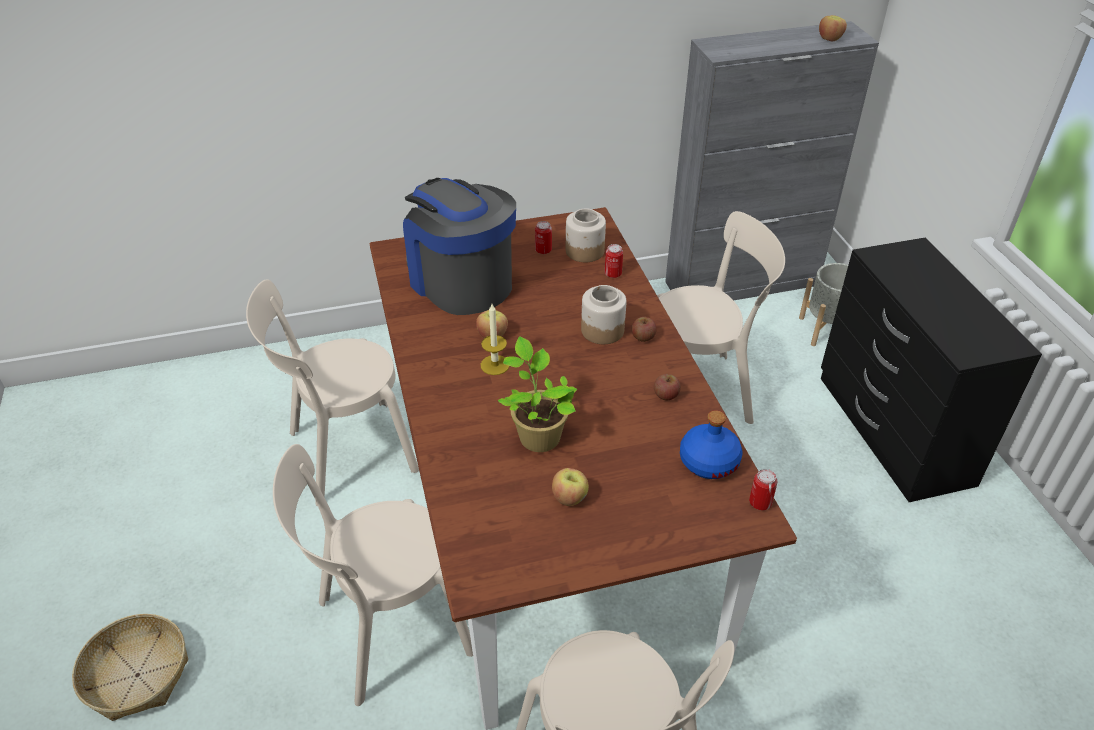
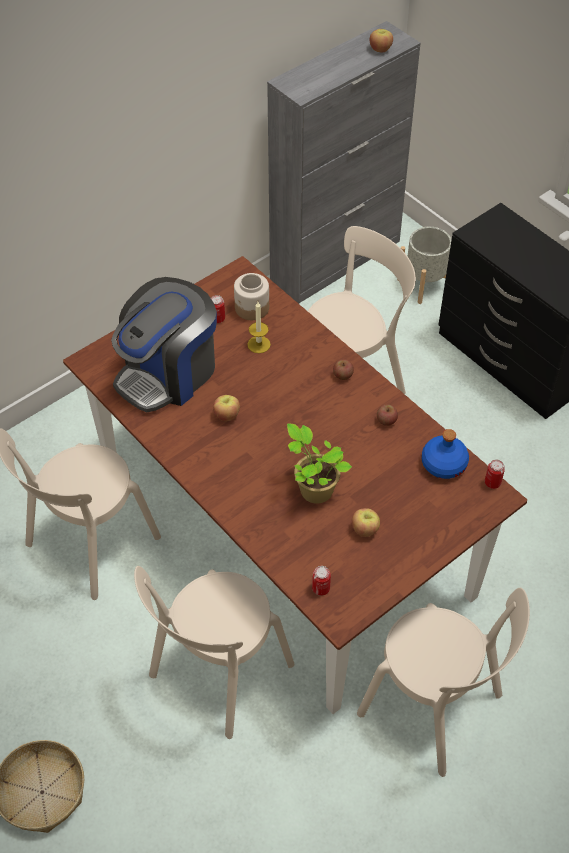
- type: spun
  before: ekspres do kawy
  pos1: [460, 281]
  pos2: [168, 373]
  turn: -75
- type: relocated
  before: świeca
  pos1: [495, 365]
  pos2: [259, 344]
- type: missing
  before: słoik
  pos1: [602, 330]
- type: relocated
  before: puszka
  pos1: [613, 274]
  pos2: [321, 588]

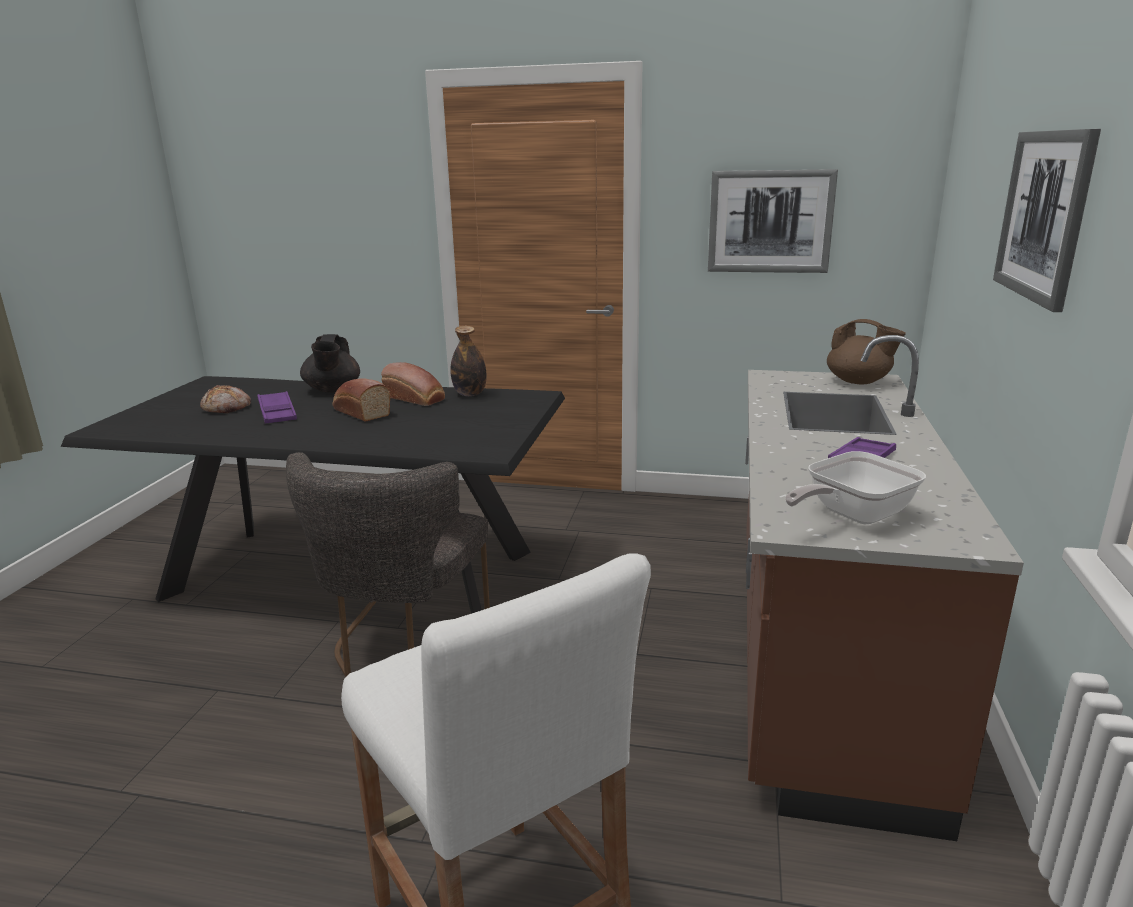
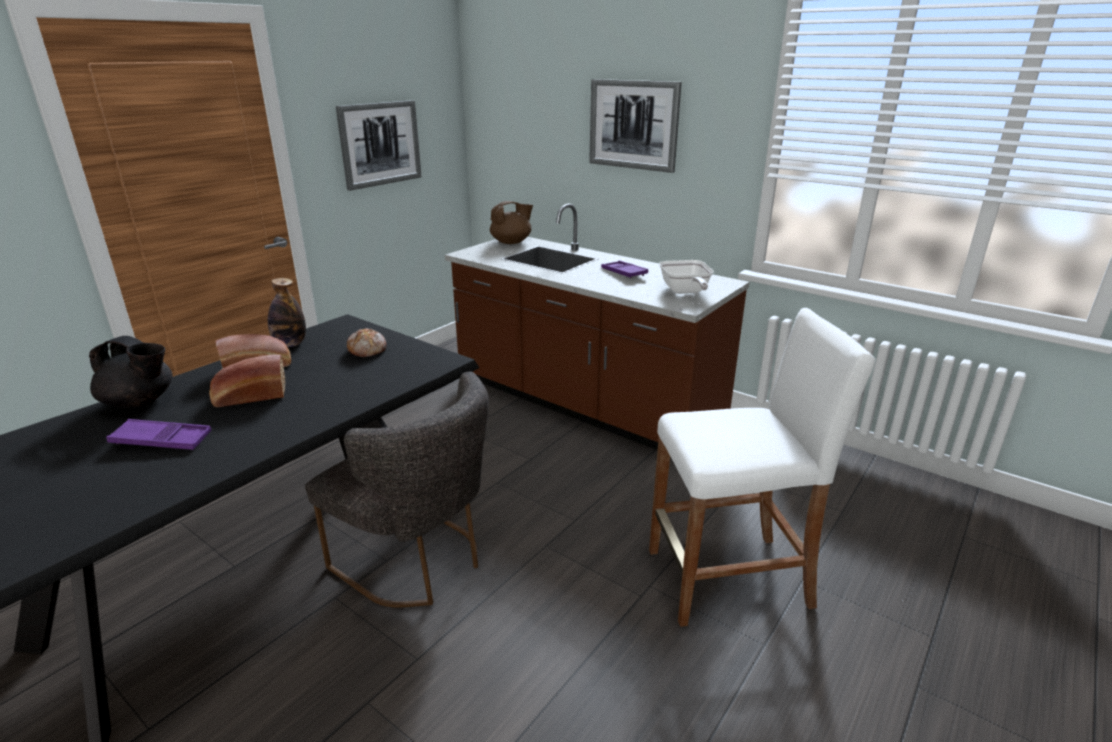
- type: relocated
  before: chleb
  pos1: [227, 408]
  pos2: [368, 350]

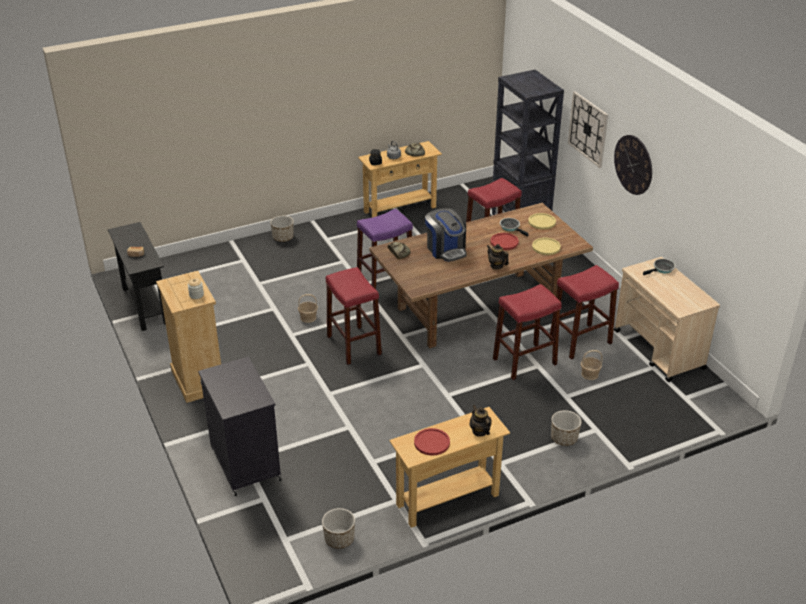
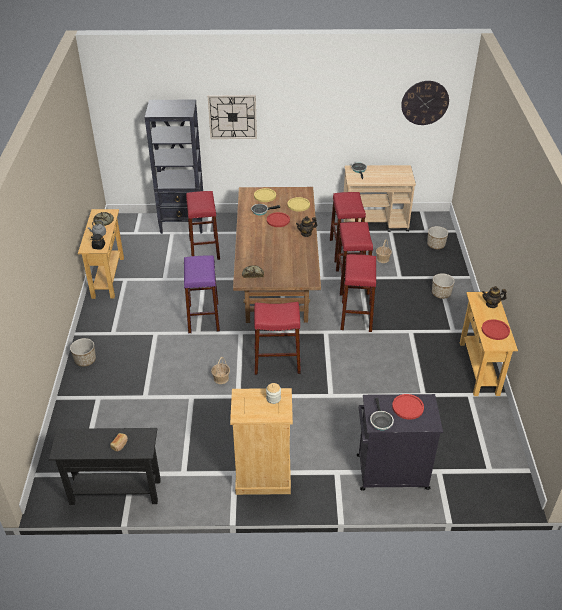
- type: relocated
  before: donica
  pos1: [339, 539]
  pos2: [436, 245]
- type: missing
  before: ekspres do kawy
  pos1: [446, 249]
- type: relocated
  before: zegar ścienny
  pos1: [633, 164]
  pos2: [425, 103]
- type: appeared
  after: stołek (czerwony)
  pos2: [356, 316]
- type: appeared
  after: patelnia
  pos2: [380, 421]
- type: appeared
  after: talerz (czerwony)
  pos2: [407, 407]

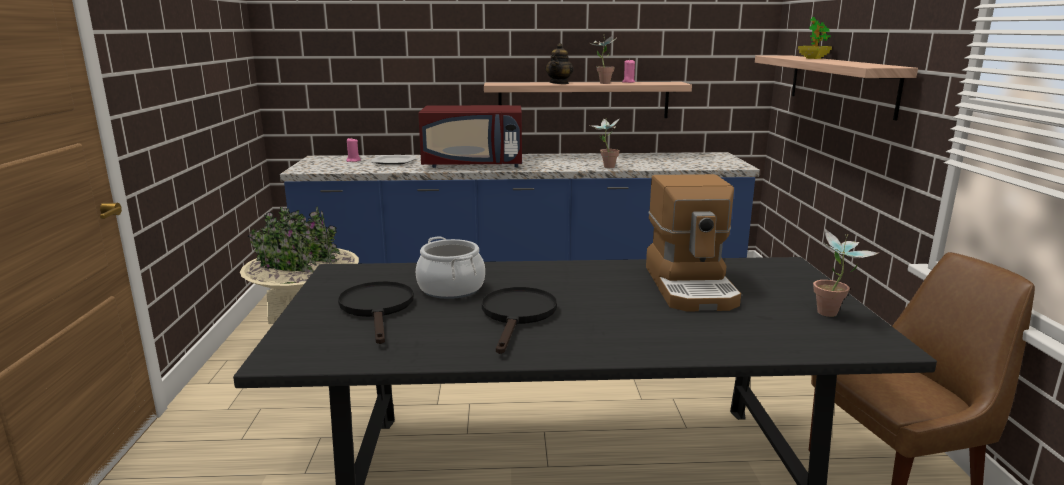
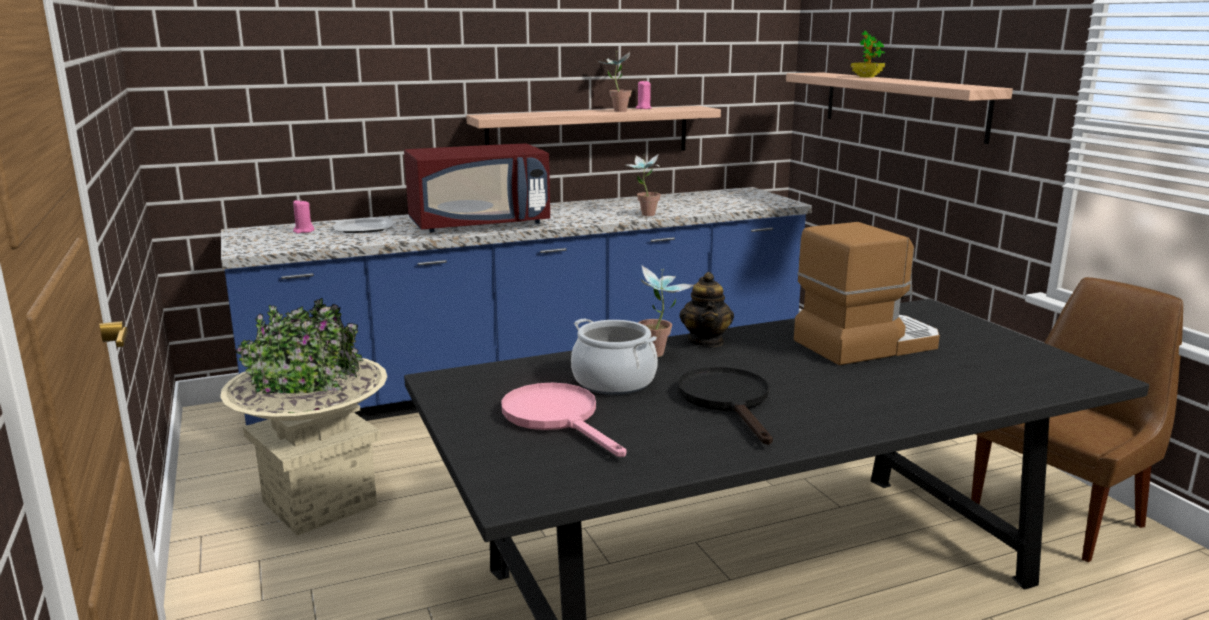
- type: colour
  before: patelnia (czarny)
  after: patelnia (różowy)
  pos1: [378, 308]
  pos2: [557, 418]
- type: relocated
  before: imbryk
  pos1: [559, 83]
  pos2: [706, 341]
- type: spun
  before: ekspres do kawy
  pos1: [691, 286]
  pos2: [865, 343]
  turn: -90
- type: relocated
  before: roślina doniczkowa
  pos1: [833, 315]
  pos2: [659, 355]

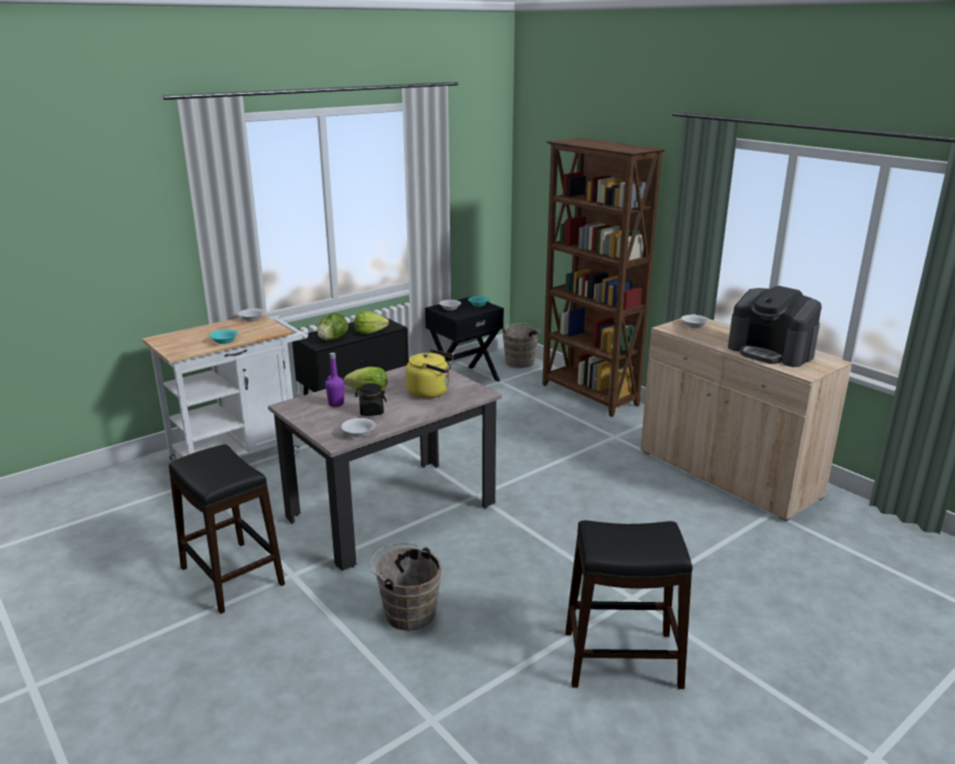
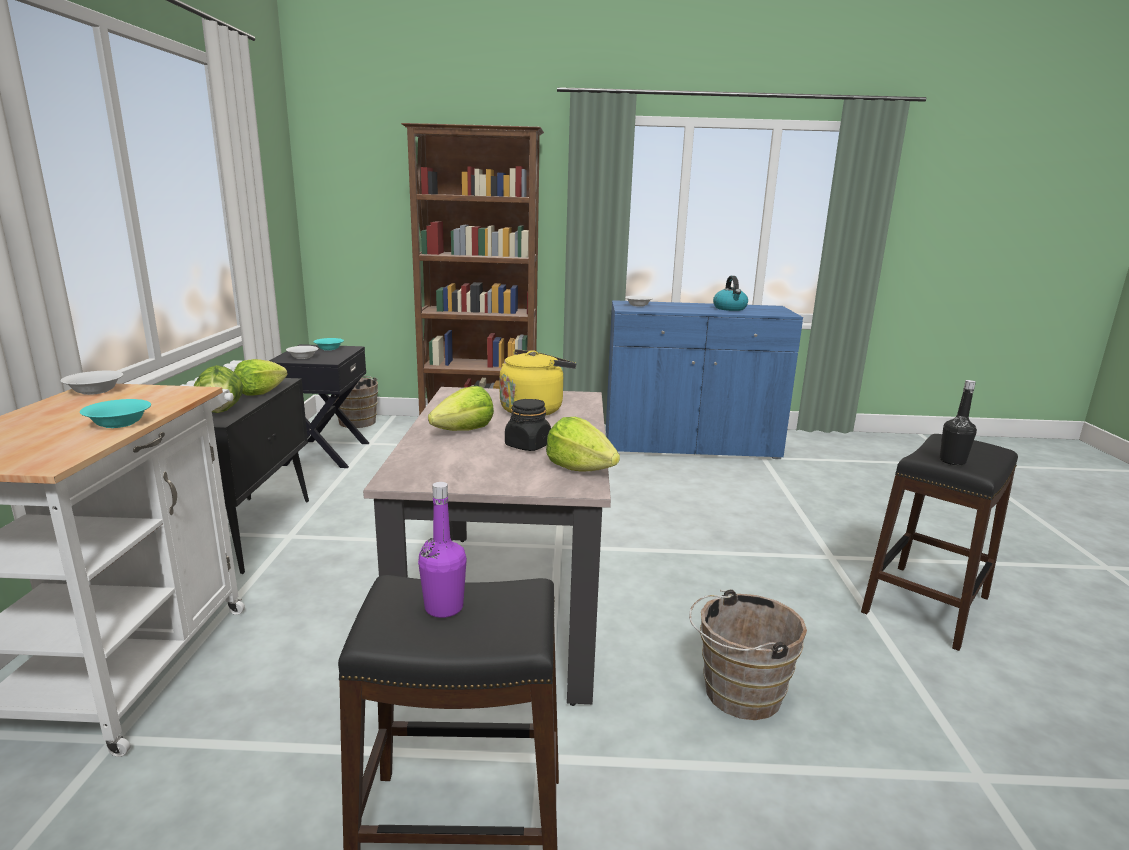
- type: relocated
  before: butelka (fioletowy)
  pos1: [336, 403]
  pos2: [444, 608]
- type: exchanged
  before: miska (biały)
  after: sałata
  pos1: [359, 433]
  pos2: [580, 468]
- type: colour
  before: szafka (beżowy)
  after: szafka (niebieski)
  pos1: [727, 474]
  pos2: [690, 445]
- type: exchanged
  before: ekspres do kawy
  after: czajnik
  pos1: [771, 352]
  pos2: [730, 308]
- type: appeared
  after: butelka (czarny)
  pos2: [952, 461]

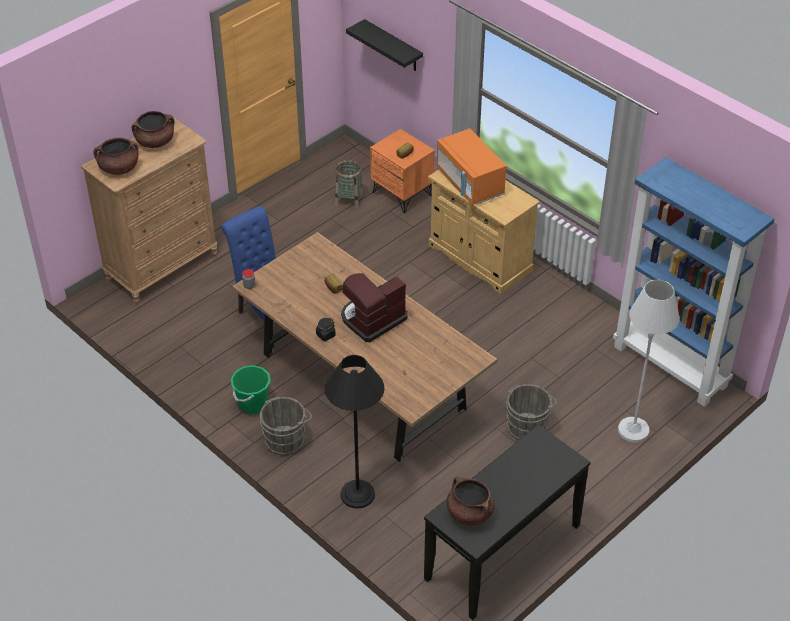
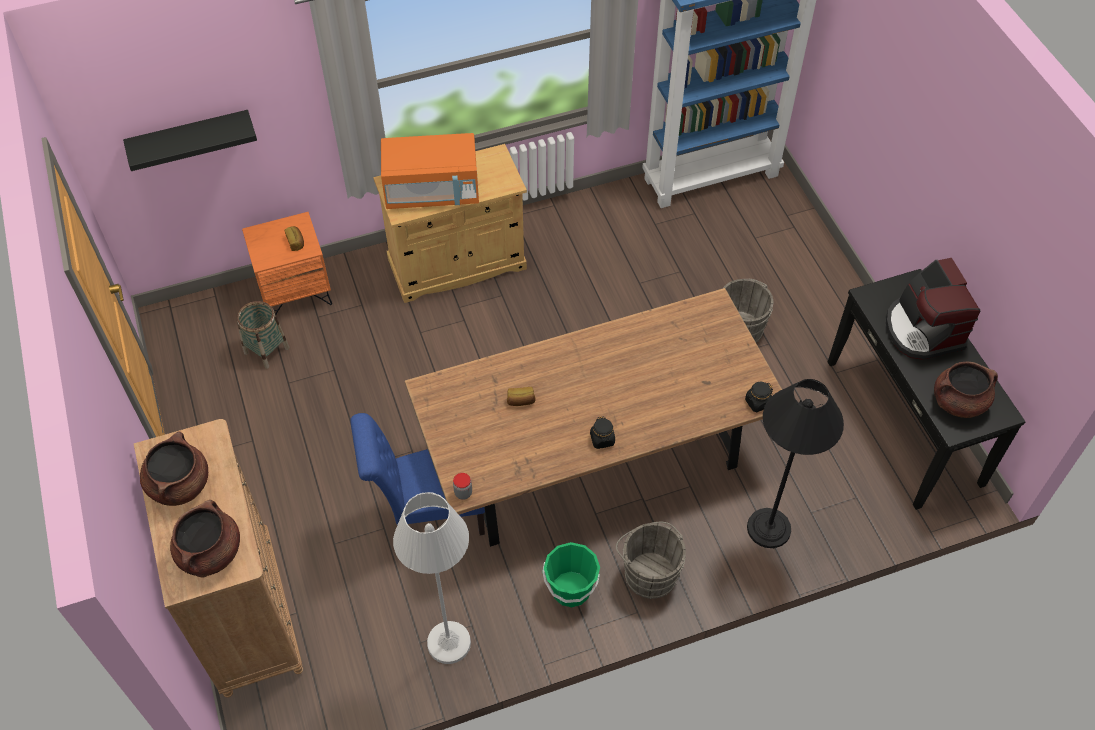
- type: relocated
  before: ekspres do kawy
  pos1: [372, 319]
  pos2: [923, 330]
- type: relocated
  before: lampa stojąca (biały)
  pos1: [633, 430]
  pos2: [449, 643]
- type: appeared
  after: słoik (czarny)
  pos2: [757, 402]

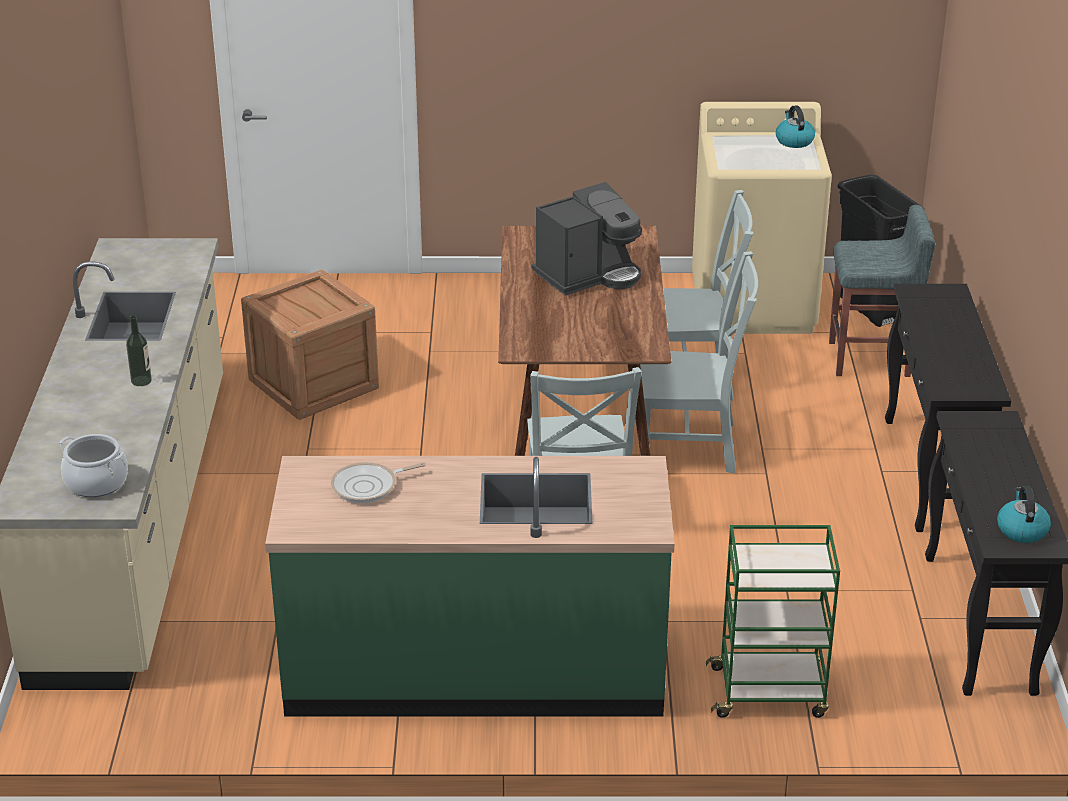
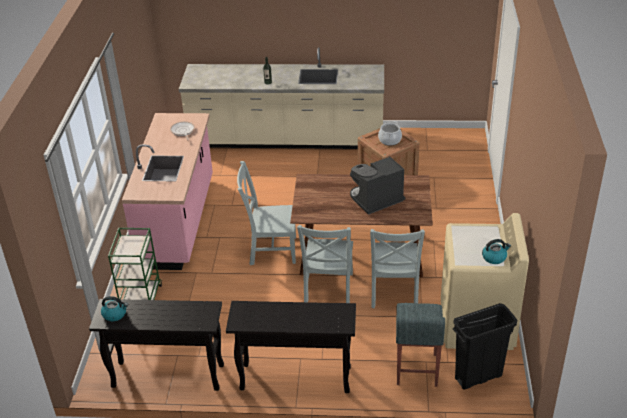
- type: relocated
  before: garnek
  pos1: [96, 482]
  pos2: [389, 140]
- type: colour
  before: zabudowa kuchenna (zielony)
  after: zabudowa kuchenna (różowy)
  pos1: [475, 669]
  pos2: [179, 221]
- type: spun
  before: ekspres do kawy
  pos1: [588, 275]
  pos2: [376, 200]
  turn: 90

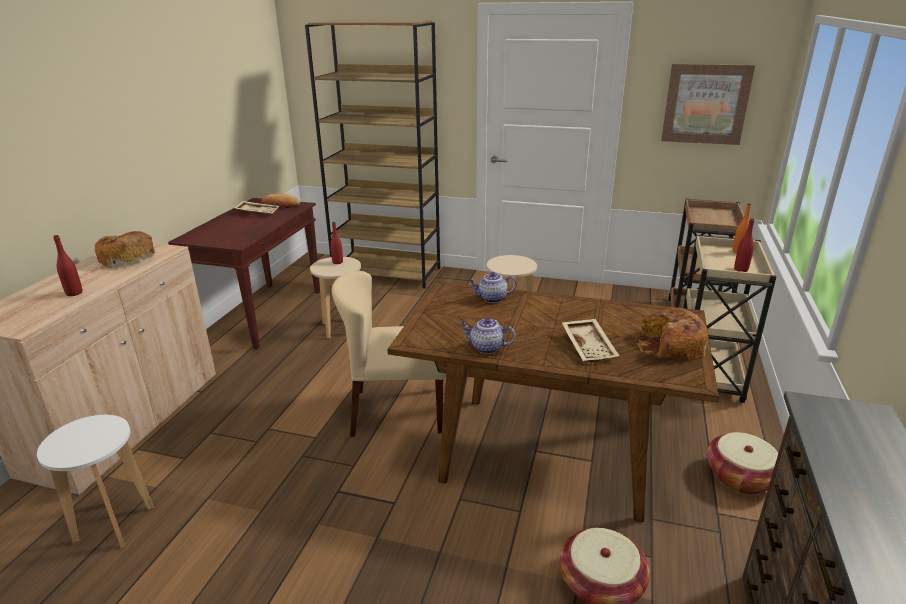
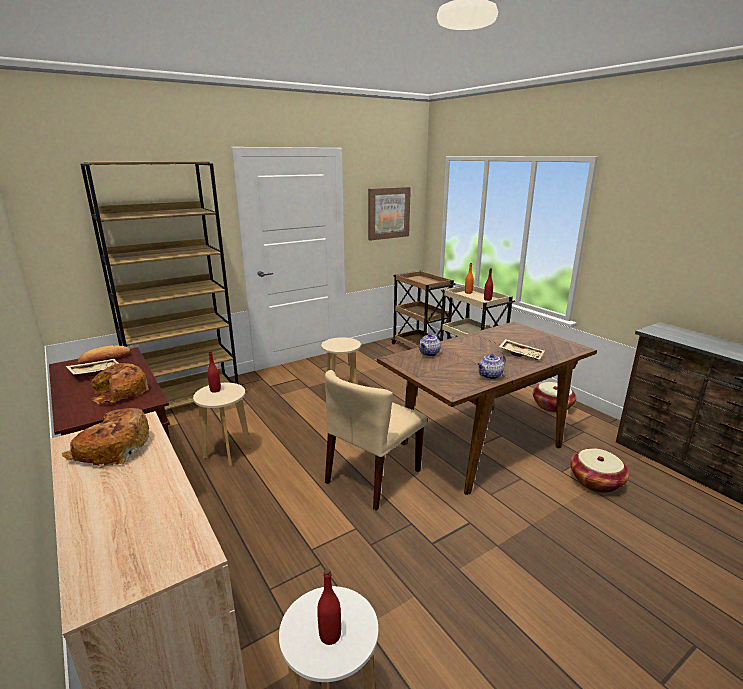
- type: relocated
  before: butelka (czerwony)
  pos1: [74, 293]
  pos2: [330, 635]
- type: relocated
  before: chleb
  pos1: [669, 346]
  pos2: [120, 393]

